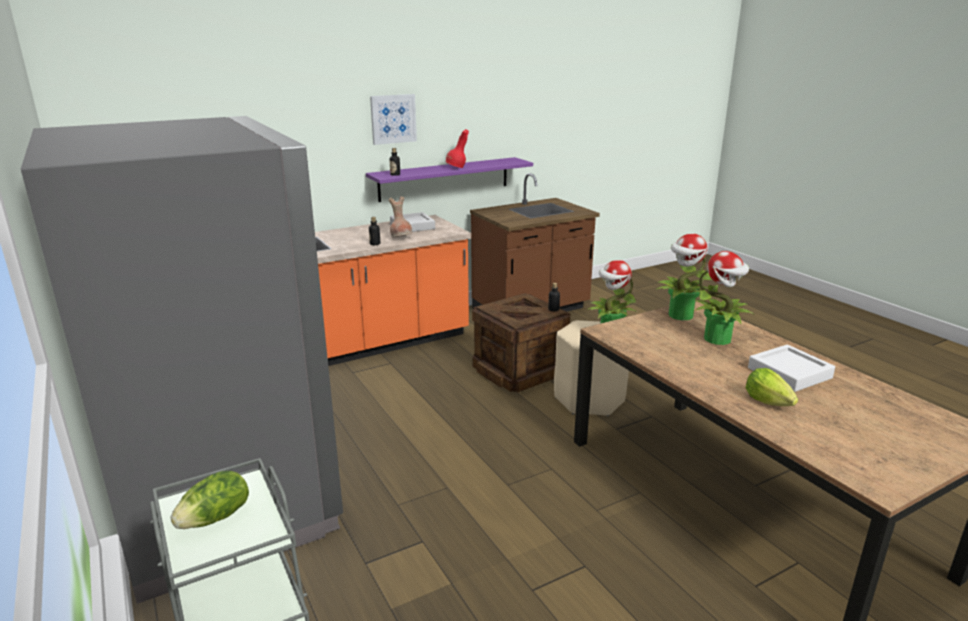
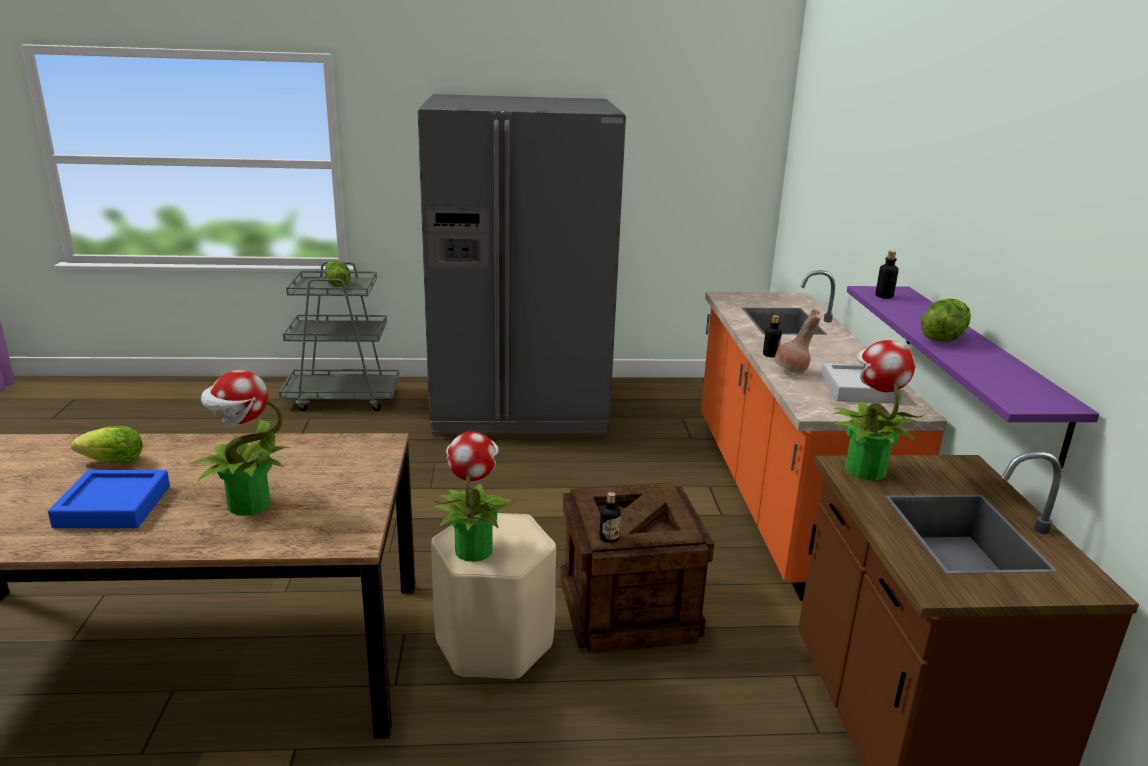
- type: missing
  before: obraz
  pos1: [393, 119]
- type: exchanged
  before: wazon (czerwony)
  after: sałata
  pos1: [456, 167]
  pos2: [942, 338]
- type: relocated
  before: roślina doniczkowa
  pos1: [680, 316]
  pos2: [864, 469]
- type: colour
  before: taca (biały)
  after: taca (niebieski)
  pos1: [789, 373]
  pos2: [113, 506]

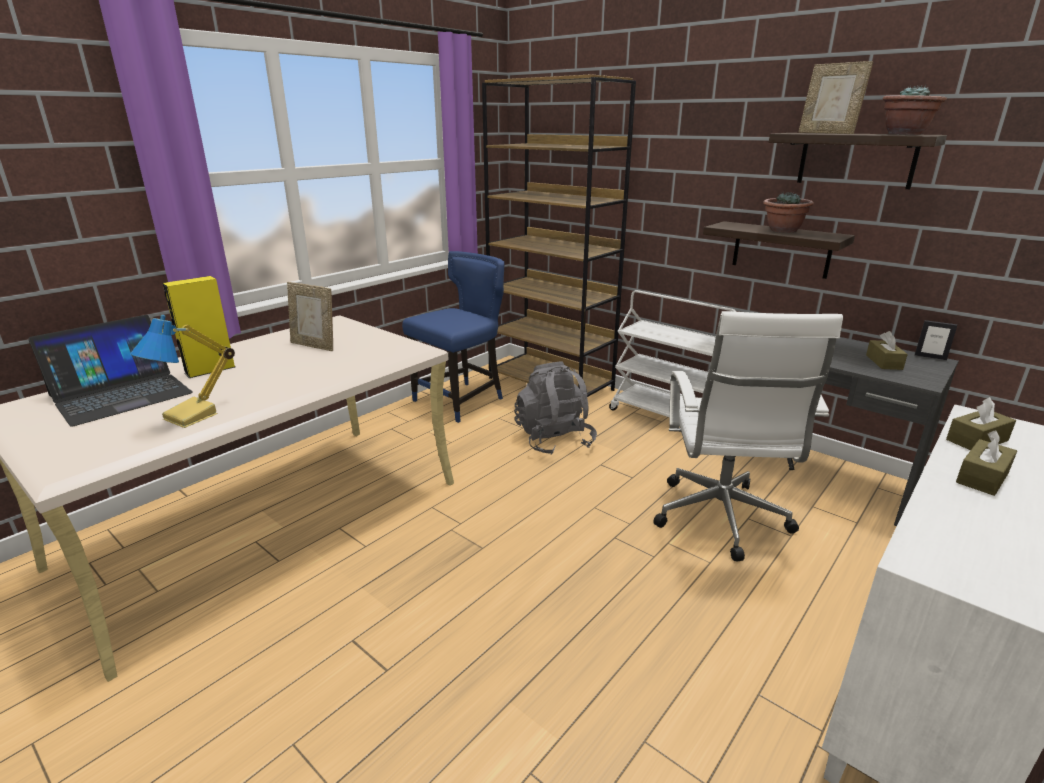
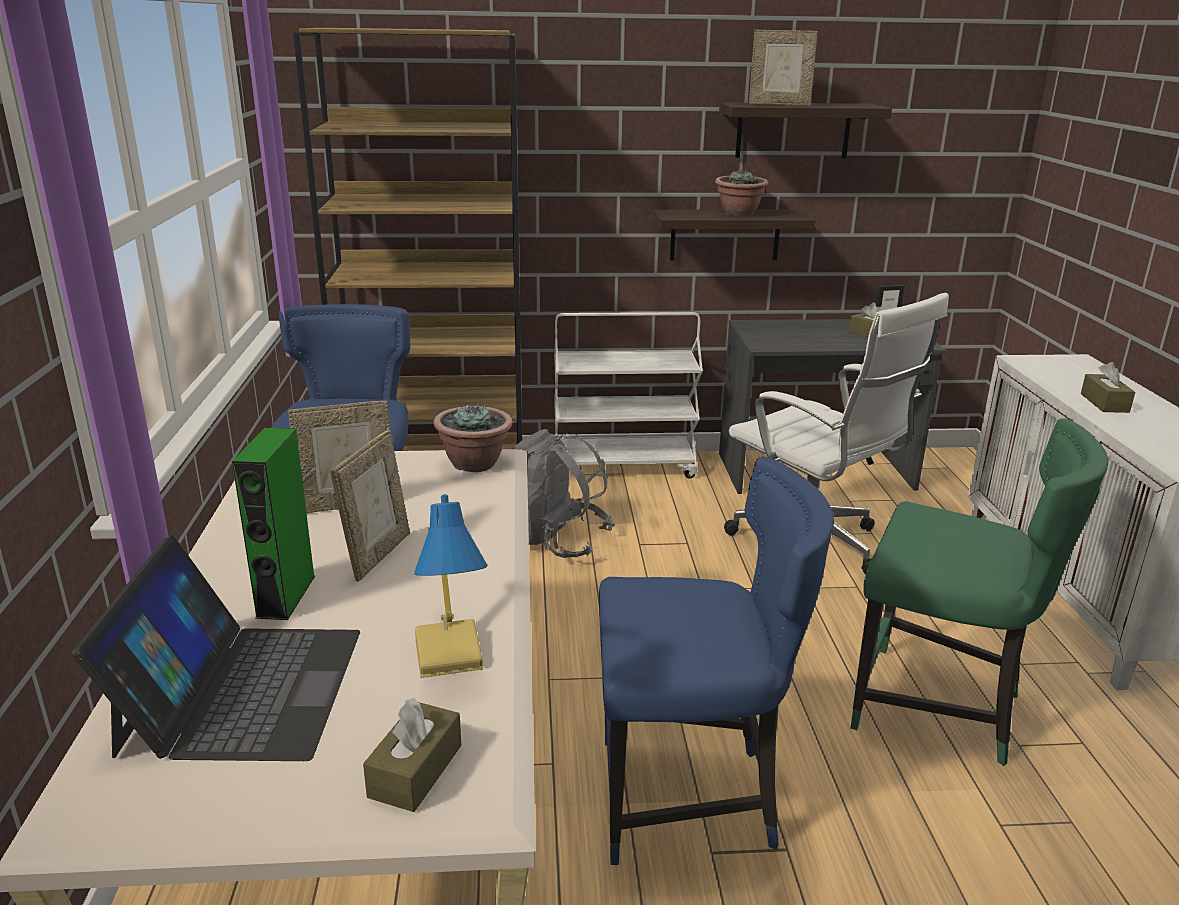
- type: colour
  before: głośnik (żółty)
  after: głośnik (zielony)
  pos1: [210, 370]
  pos2: [286, 596]
- type: relocated
  before: roślina doniczkowa
  pos1: [905, 134]
  pos2: [474, 463]
- type: relocated
  before: pudełko chusteczek (brązowy)
  pos1: [977, 440]
  pos2: [415, 771]
- type: appeared
  after: ramka na zdjęcie
  pos2: [377, 555]
- type: appeared
  after: krzesło (niebieski)
  pos2: [690, 798]
- type: appeared
  after: krzesło (zielony)
  pos2: [939, 708]

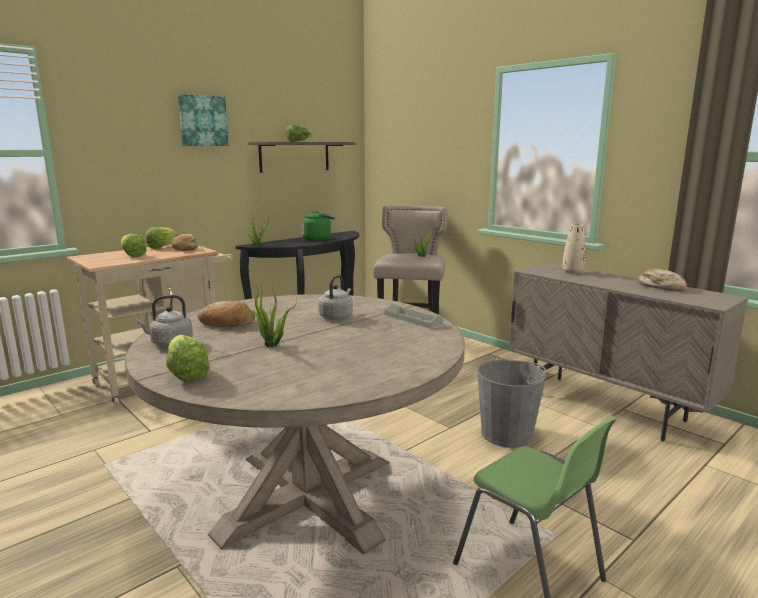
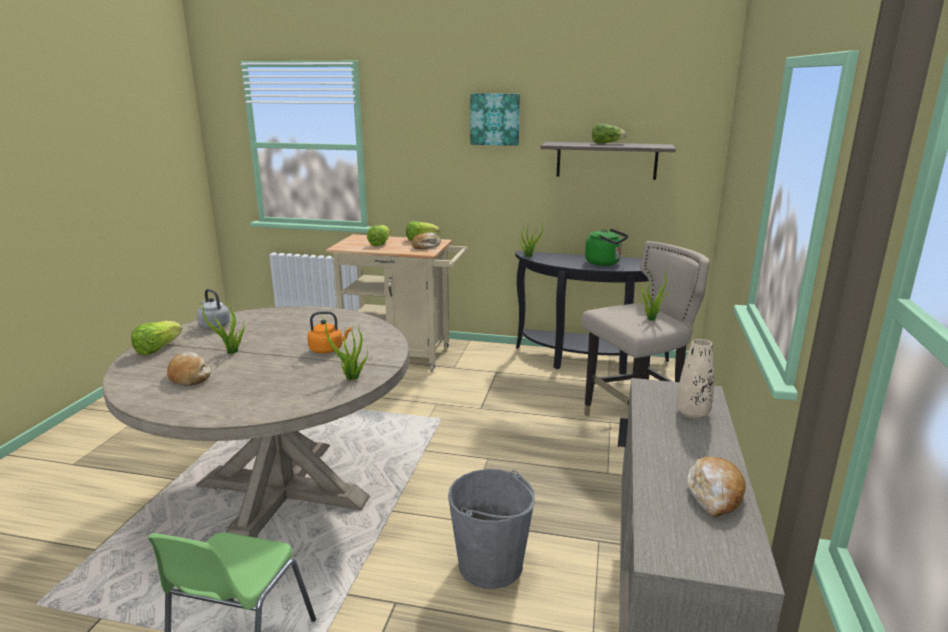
- type: relocated
  before: chleb
  pos1: [227, 323]
  pos2: [189, 376]
- type: colour
  before: czajnik (szary)
  after: czajnik (pomarańczowy)
  pos1: [336, 316]
  pos2: [328, 349]
- type: exchanged
  before: taca (szary)
  after: roślina doniczkowa
  pos1: [413, 319]
  pos2: [350, 378]

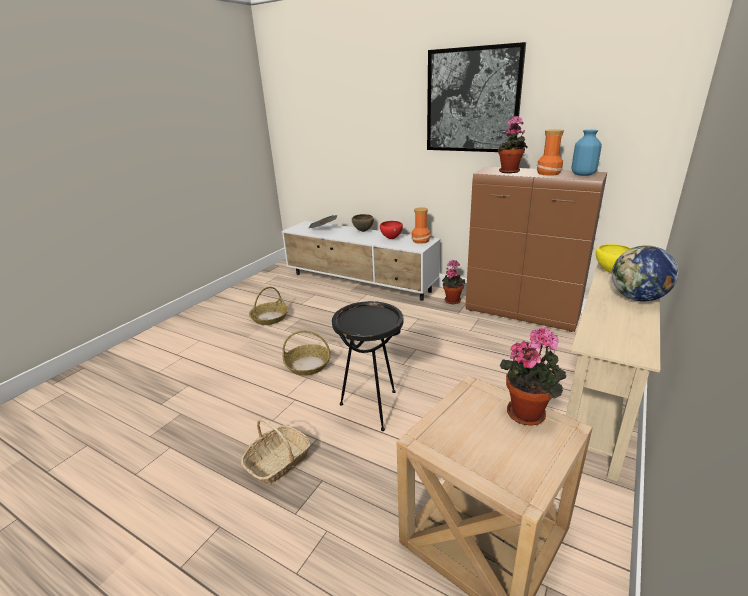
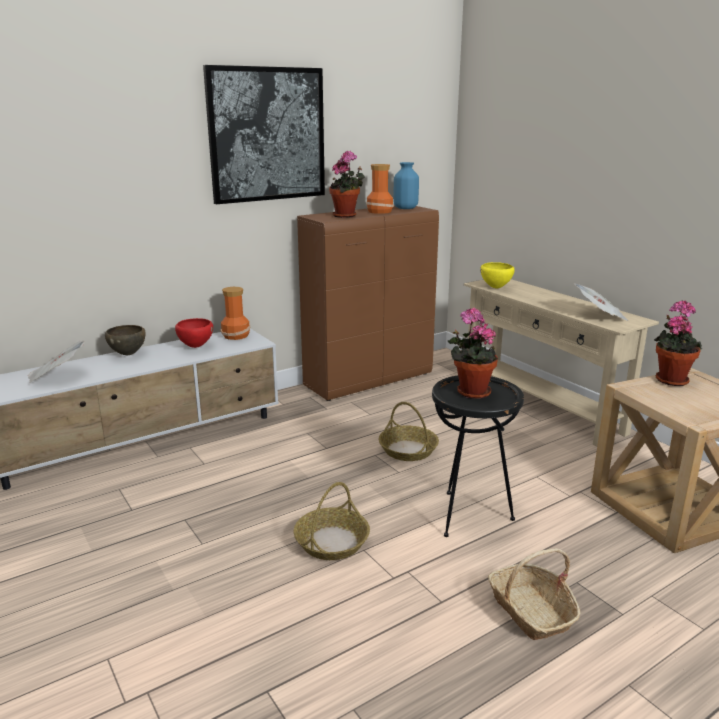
- type: relocated
  before: koszyk
  pos1: [269, 318]
  pos2: [408, 450]
- type: relocated
  before: roślina doniczkowa
  pos1: [452, 300]
  pos2: [470, 392]
- type: missing
  before: globus
  pos1: [637, 298]
- type: appeared
  after: gazeta
  pos2: [600, 316]

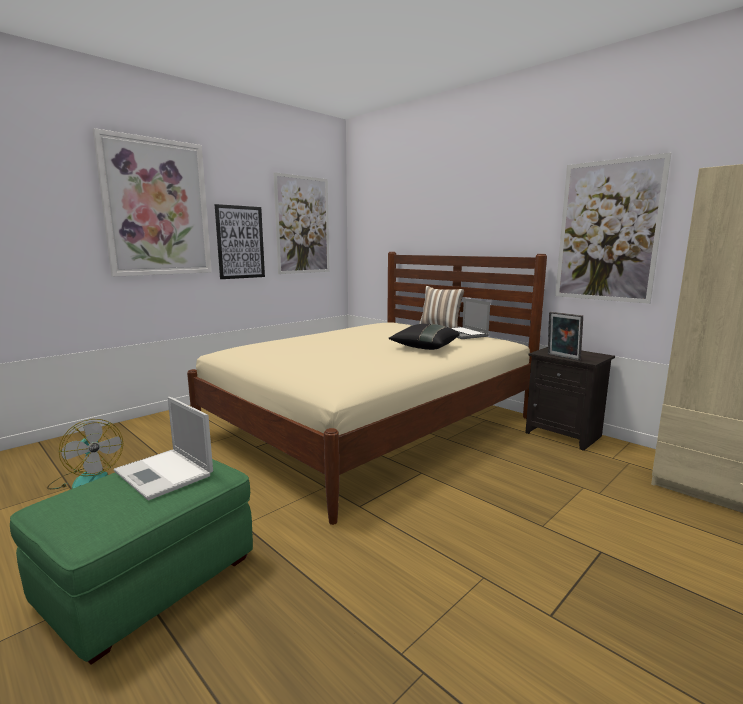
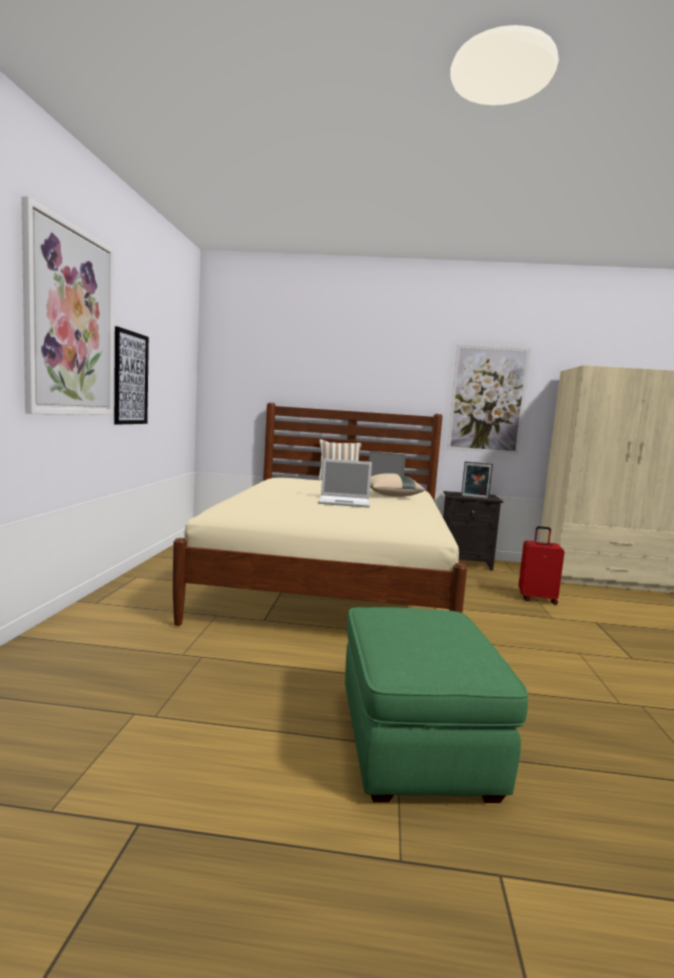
- type: missing
  before: wentylator
  pos1: [86, 479]
- type: relocated
  before: laptop
  pos1: [165, 474]
  pos2: [345, 502]
- type: missing
  before: obraz
  pos1: [303, 225]
- type: colour
  before: poduszka (czarny)
  after: poduszka (beżowy)
  pos1: [424, 347]
  pos2: [390, 495]
- type: appeared
  after: walizka (czerwony)
  pos2: [537, 599]

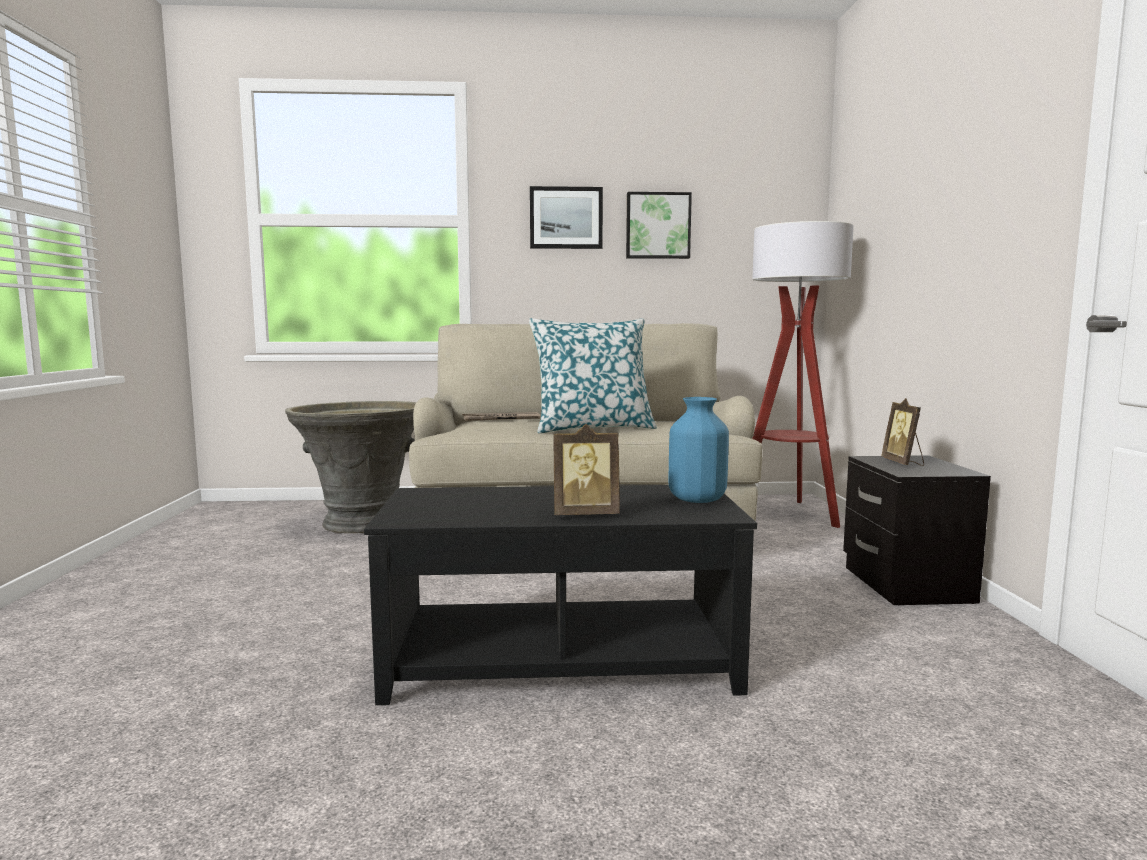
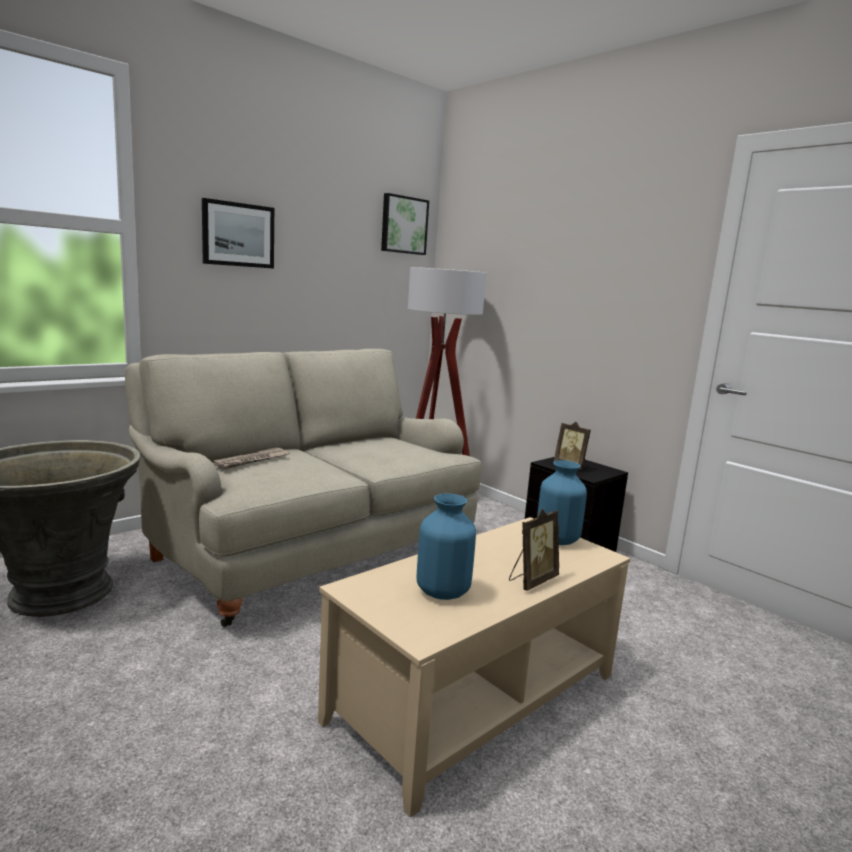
- type: colour
  before: ława (czarny)
  after: ława (beżowy)
  pos1: [561, 660]
  pos2: [475, 697]
- type: missing
  before: poduszka
  pos1: [592, 428]
- type: relocated
  before: obraz
  pos1: [657, 226]
  pos2: [403, 225]
- type: appeared
  after: wazon (niebieski)
  pos2: [443, 592]

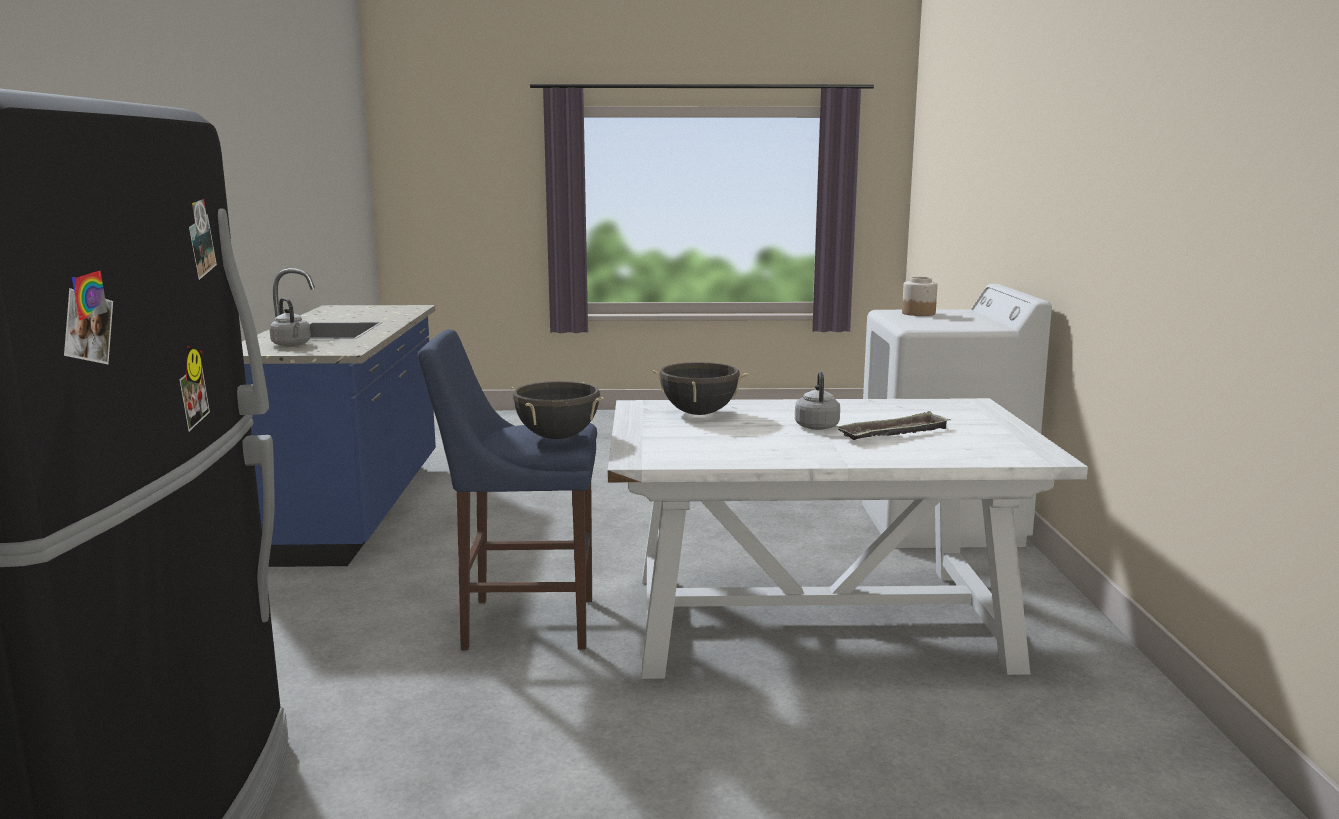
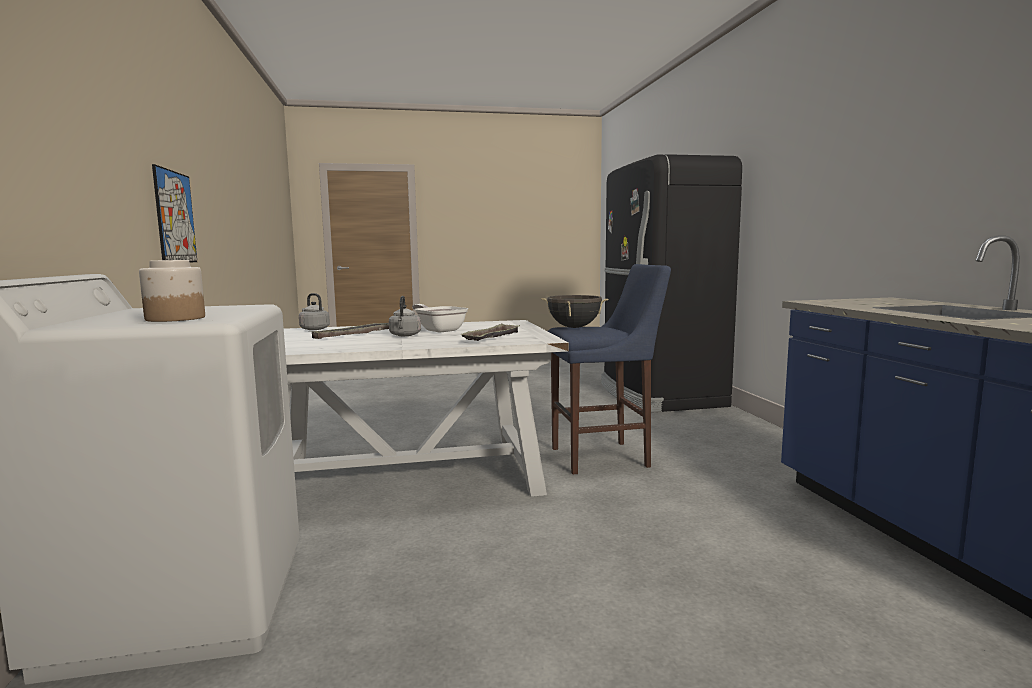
- type: relocated
  before: czajnik (szary)
  pos1: [292, 345]
  pos2: [313, 329]
- type: exchanged
  before: garnek (czarny)
  after: taca
  pos1: [699, 413]
  pos2: [492, 337]
- type: appeared
  after: obraz
  pos2: [175, 217]
- type: appeared
  after: patelnia
  pos2: [439, 330]

